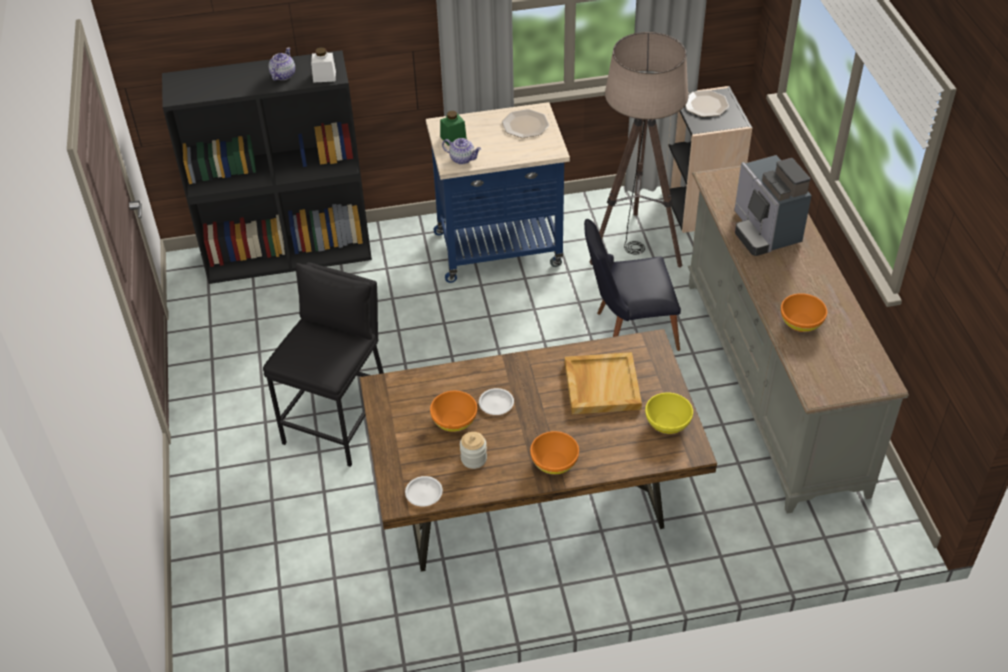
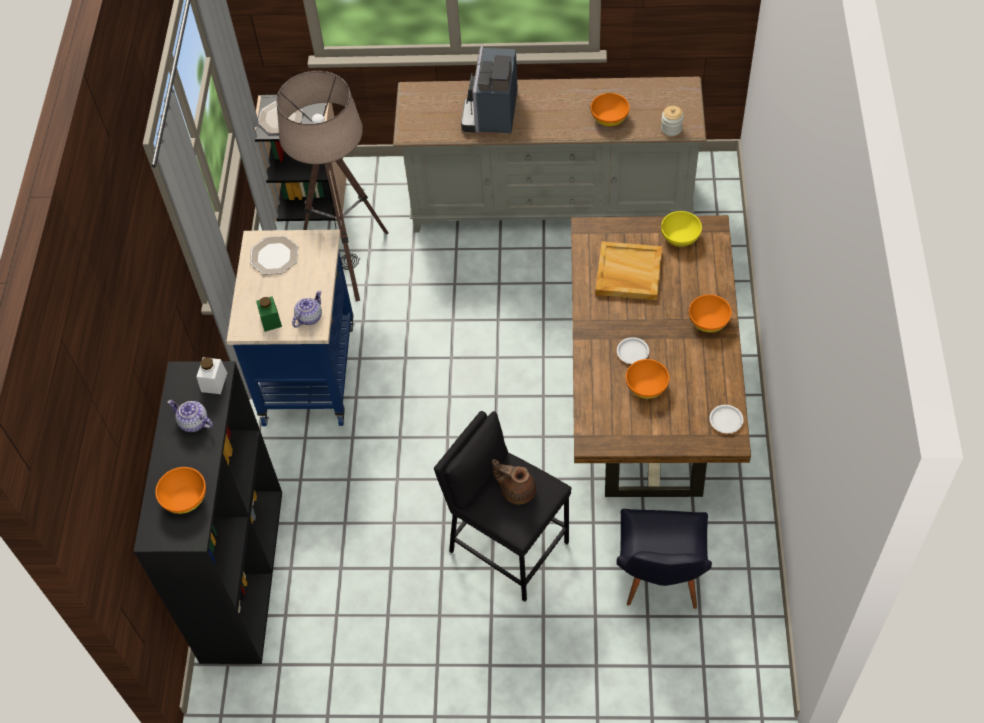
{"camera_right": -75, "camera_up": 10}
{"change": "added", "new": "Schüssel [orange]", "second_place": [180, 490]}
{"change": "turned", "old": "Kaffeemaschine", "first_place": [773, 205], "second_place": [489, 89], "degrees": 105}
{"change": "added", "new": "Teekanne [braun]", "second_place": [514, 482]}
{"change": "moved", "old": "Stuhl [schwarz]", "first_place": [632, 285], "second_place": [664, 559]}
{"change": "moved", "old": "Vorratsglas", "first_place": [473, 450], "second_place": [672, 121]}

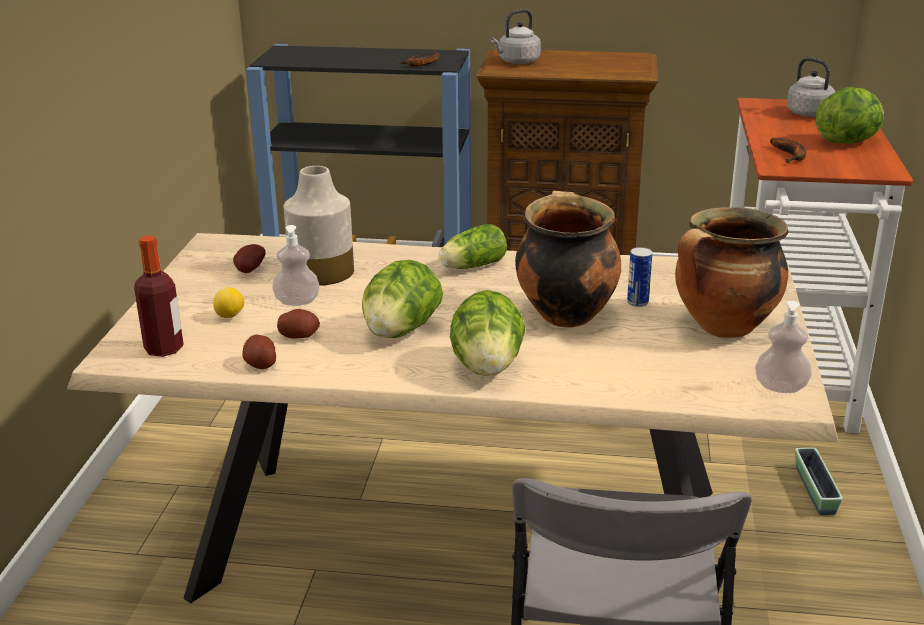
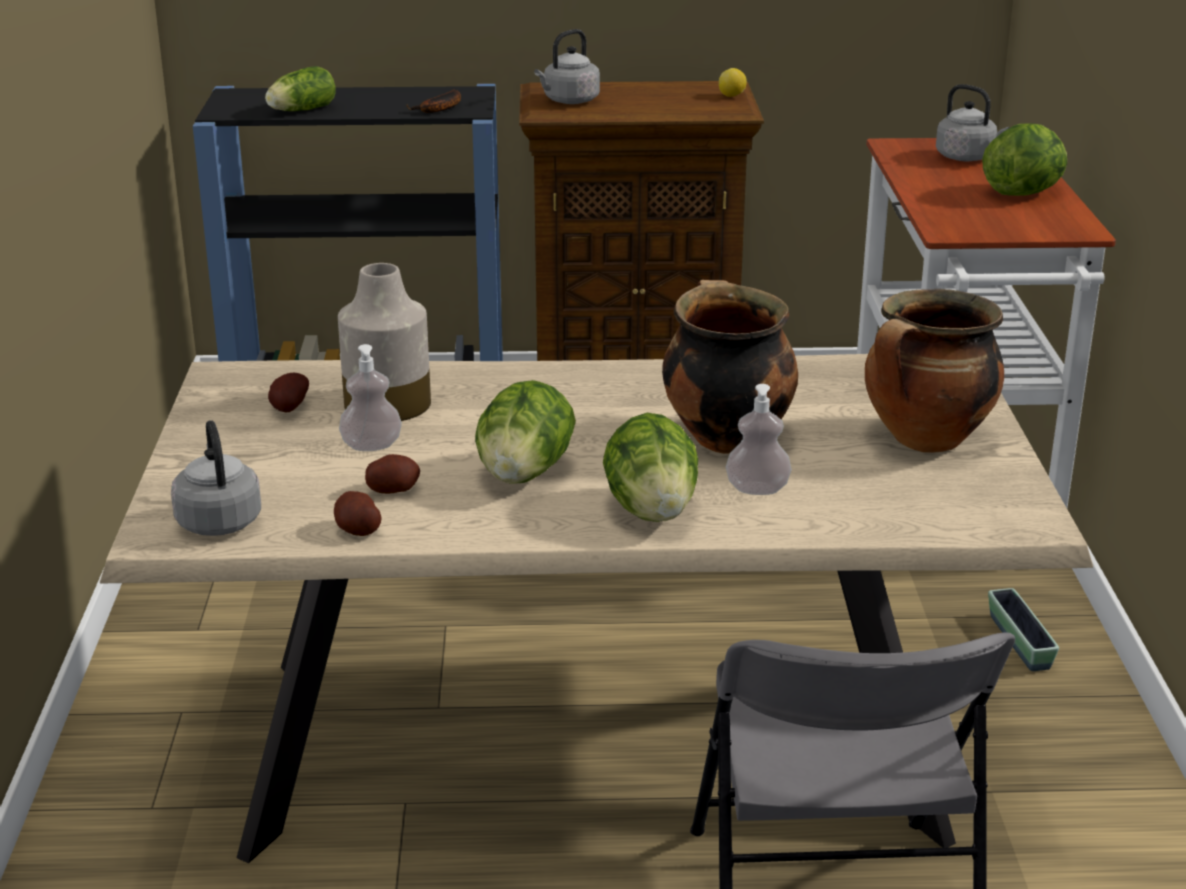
{"camera_right": -10, "camera_up": 0}
{"change": "replaced", "old": "Flasche", "new": "Wasserkessel [grau]", "first_place": [159, 296], "second_place": [216, 478]}
{"change": "moved", "old": "Salatkopf", "first_place": [473, 246], "second_place": [300, 88]}
{"change": "moved", "old": "Zitrone", "first_place": [228, 302], "second_place": [733, 82]}
{"change": "moved", "old": "Seifenspender", "first_place": [783, 347], "second_place": [759, 439]}
{"change": "removed", "old": "Dose", "first_place": [640, 277]}
{"change": "removed", "old": "Banane", "first_place": [788, 150]}

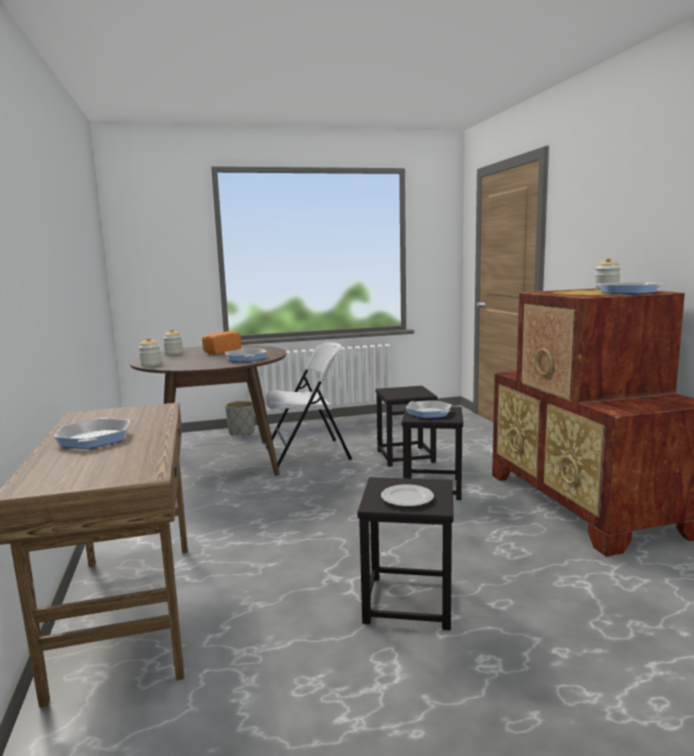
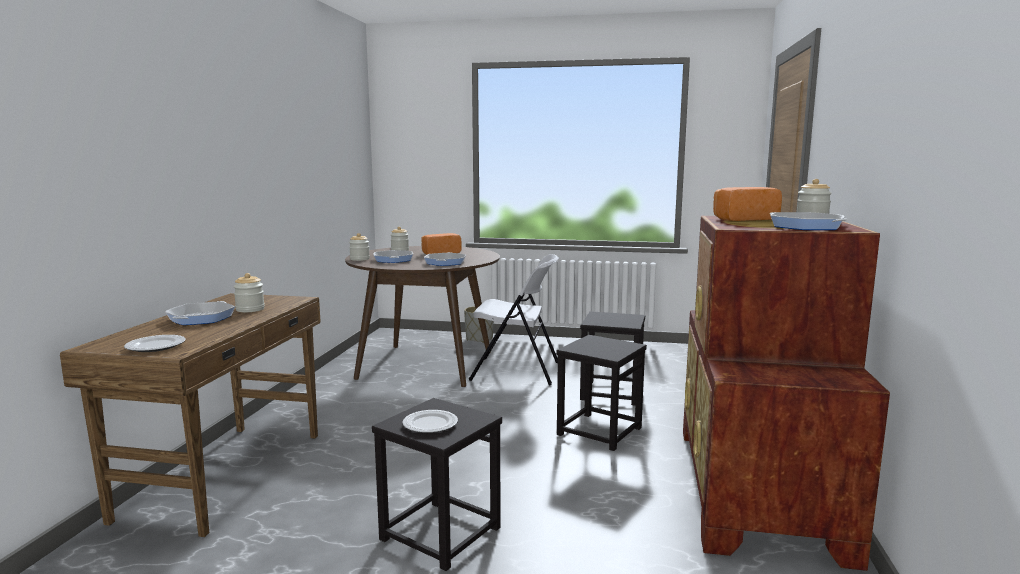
{"camera_right": 25, "camera_up": 0}
{"change": "added", "new": "Teller", "second_place": [155, 343]}
{"change": "added", "new": "Vorratsglas", "second_place": [249, 292]}
{"change": "moved", "old": "Pfanne", "first_place": [429, 409], "second_place": [393, 256]}
{"change": "added", "new": "Brot", "second_place": [747, 204]}

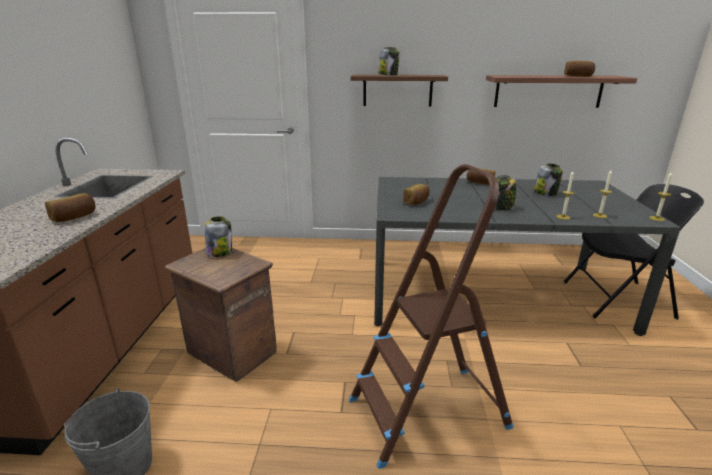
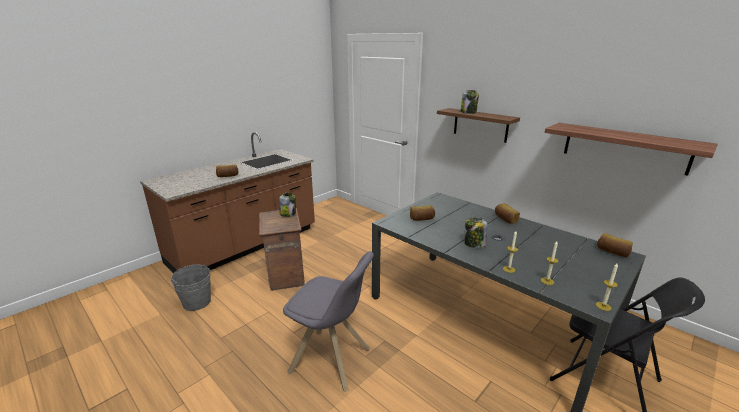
{"camera_right": 40, "camera_up": 0}
{"change": "replaced", "old": "Trittleiter [braun]", "new": "Stuhl [grau]", "first_place": [431, 316], "second_place": [328, 321]}
{"change": "moved", "old": "Brot", "first_place": [579, 69], "second_place": [615, 245]}
{"change": "removed", "old": "Vorratsglas", "first_place": [548, 179]}

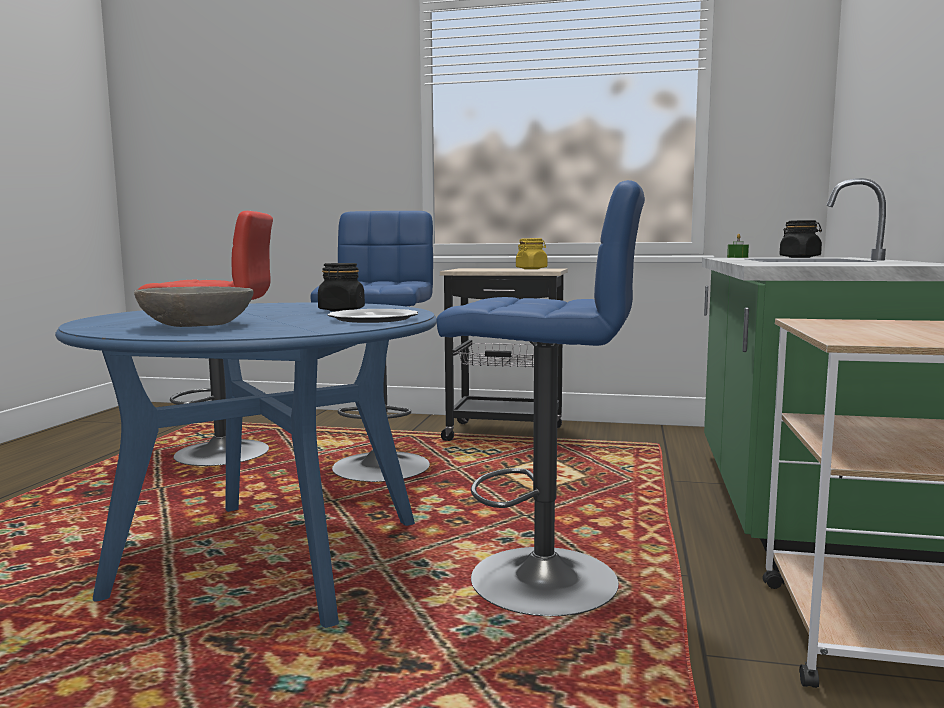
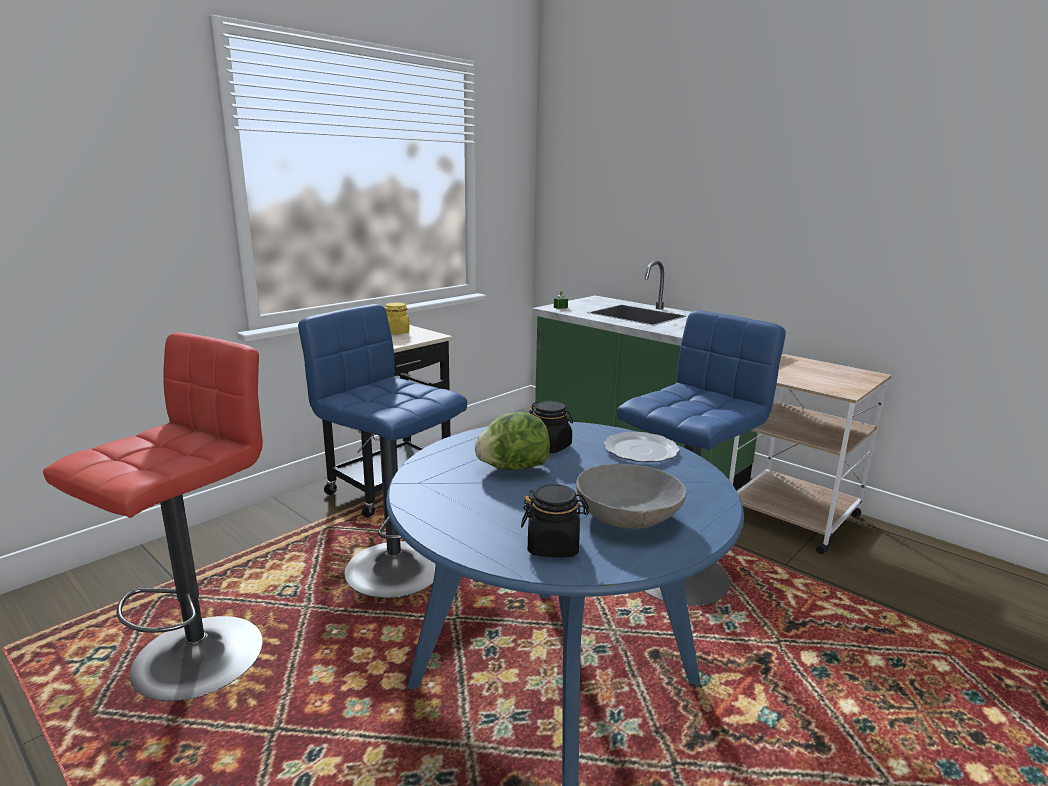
{"camera_right": -60, "camera_up": 10}
{"change": "added", "new": "Salatkopf", "second_place": [512, 441]}
{"change": "moved", "old": "Vorratsglas [schwarz]", "first_place": [801, 239], "second_place": [555, 520]}

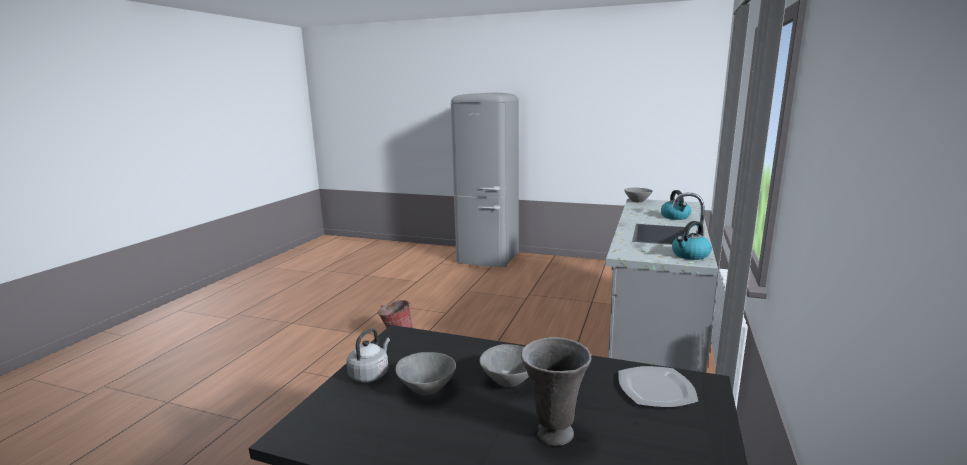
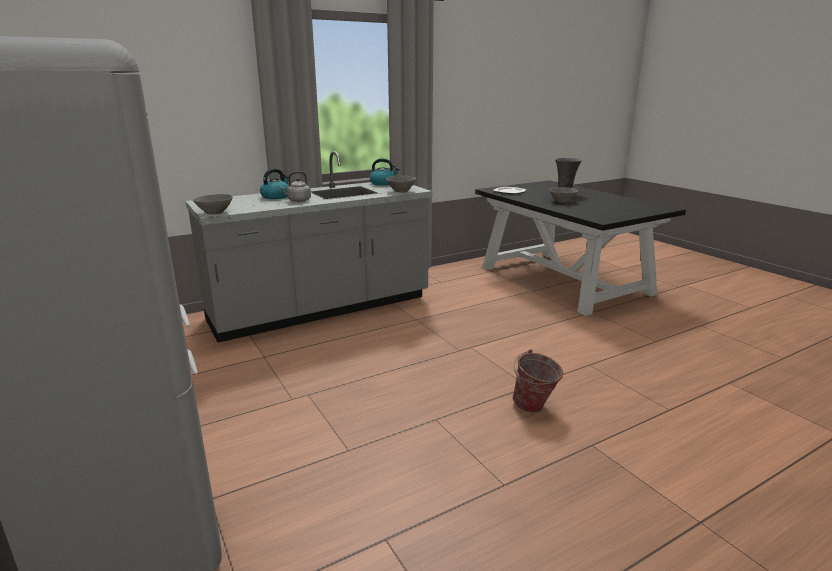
{"camera_right": -140, "camera_up": 5}
{"change": "moved", "old": "Wasserkessel [grau]", "first_place": [368, 355], "second_place": [295, 186]}
{"change": "moved", "old": "Schüssel [grau]", "first_place": [425, 374], "second_place": [401, 184]}

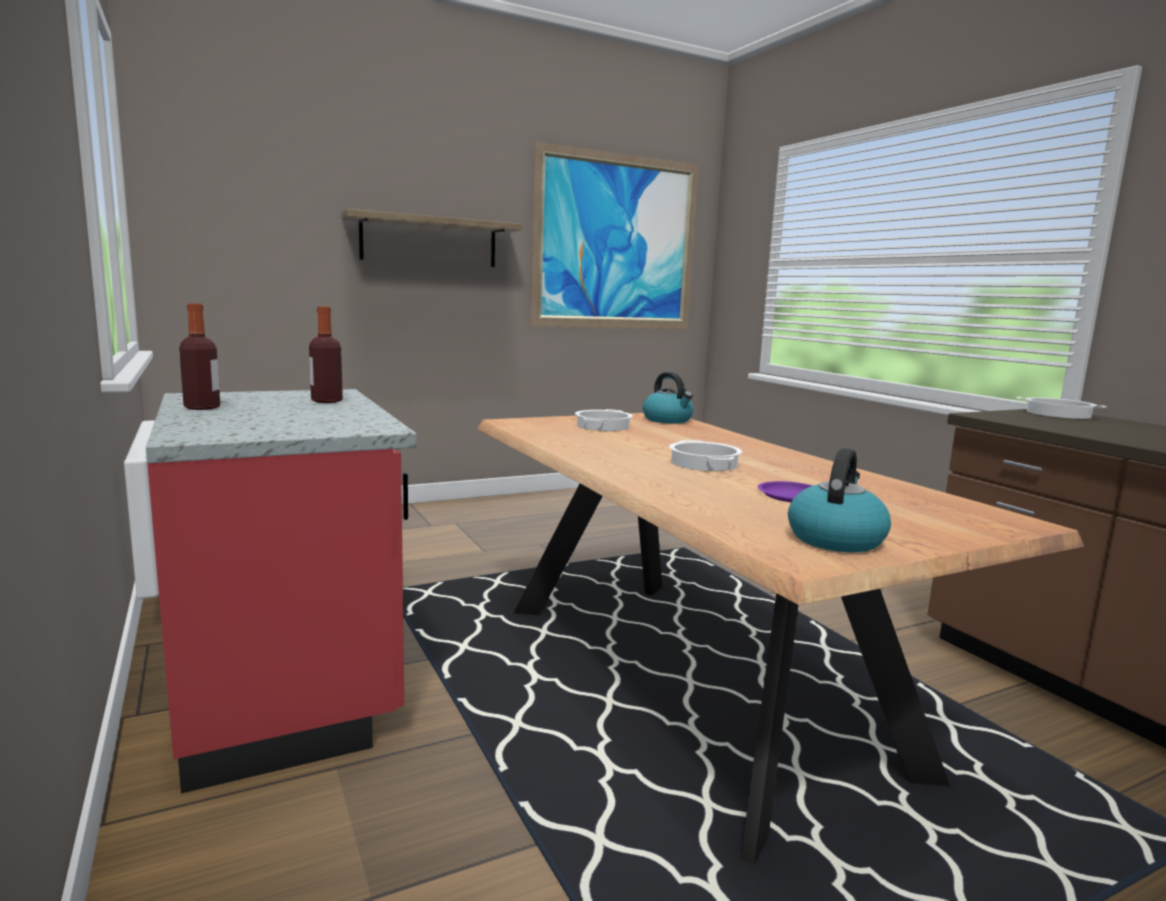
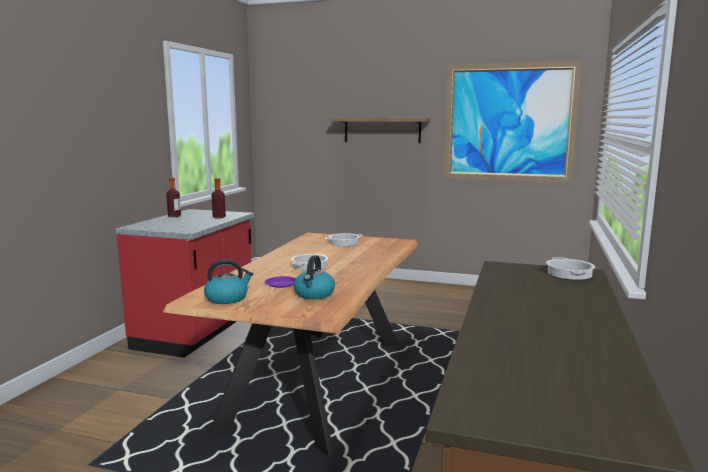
{"camera_right": 45, "camera_up": 0}
{"change": "moved", "old": "Wasserkessel", "first_place": [668, 398], "second_place": [314, 277]}

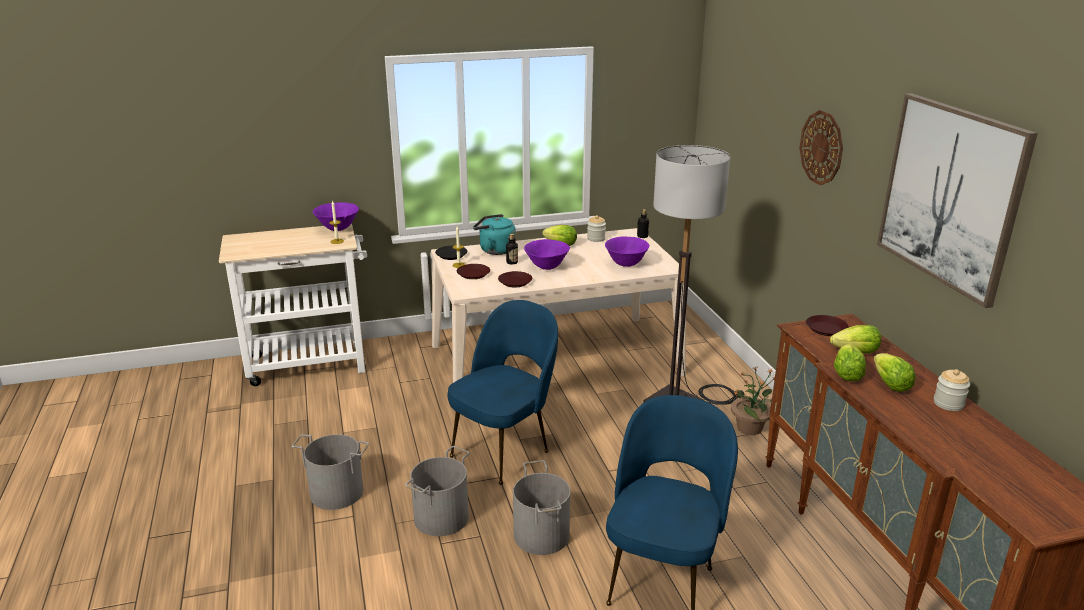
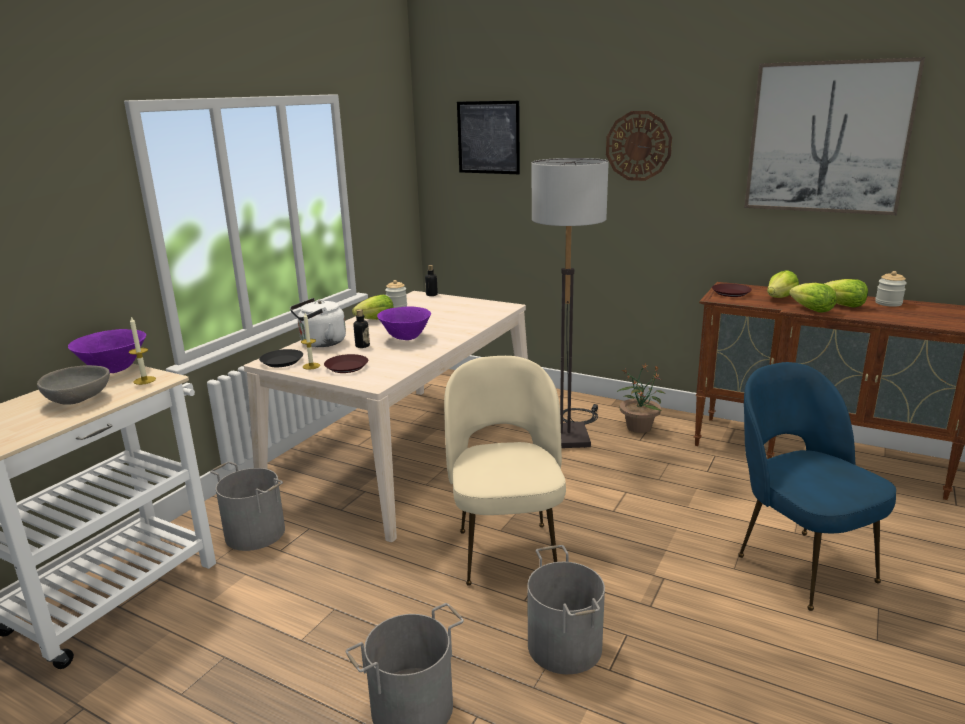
{"camera_right": -45, "camera_up": -5}
{"change": "added", "new": "Schüssel [grau]", "second_place": [73, 385]}
{"change": "moved", "old": "Eimer [grau]", "first_place": [541, 507], "second_place": [247, 506]}
{"change": "recoloured", "old": "Wasserkessel [türkis]", "new": "Wasserkessel [weiß]", "first_place": [494, 234], "second_place": [318, 322]}
{"change": "recoloured", "old": "Stuhl [blau]", "new": "Stuhl [beige]", "first_place": [502, 392], "second_place": [505, 471]}
{"change": "added", "new": "Bild", "second_place": [488, 137]}
{"change": "removed", "old": "Teller [braun]", "first_place": [515, 279]}
{"change": "removed", "old": "Schüssel [lila]", "first_place": [627, 252]}

